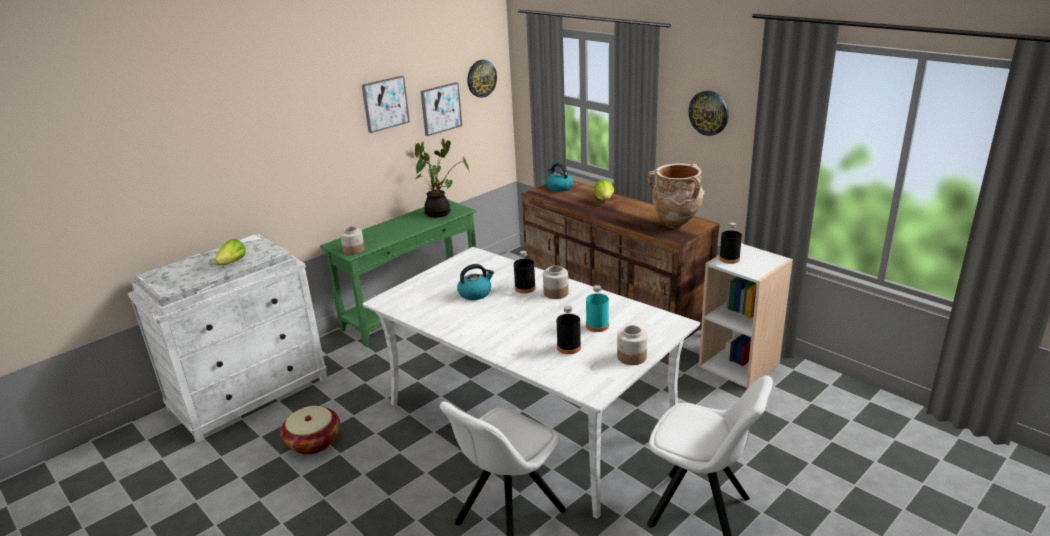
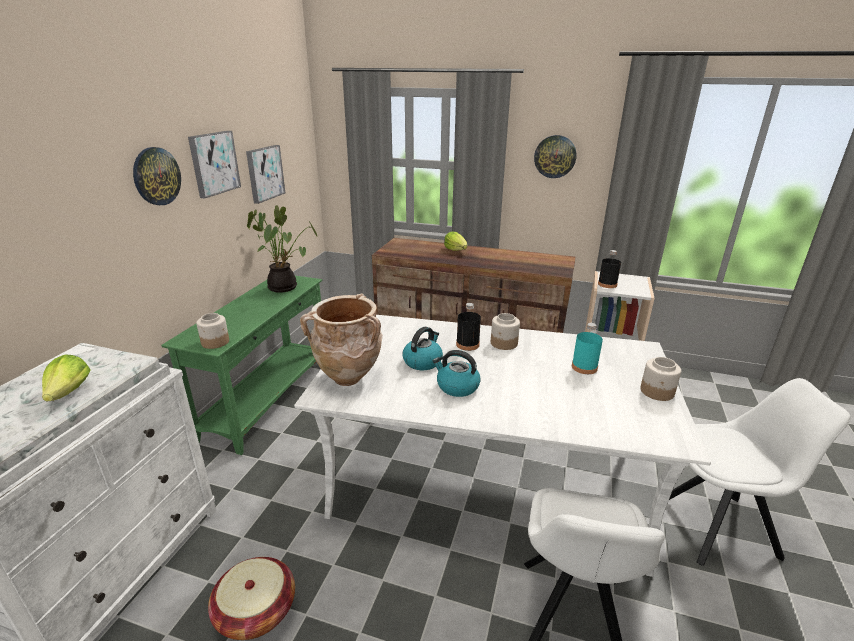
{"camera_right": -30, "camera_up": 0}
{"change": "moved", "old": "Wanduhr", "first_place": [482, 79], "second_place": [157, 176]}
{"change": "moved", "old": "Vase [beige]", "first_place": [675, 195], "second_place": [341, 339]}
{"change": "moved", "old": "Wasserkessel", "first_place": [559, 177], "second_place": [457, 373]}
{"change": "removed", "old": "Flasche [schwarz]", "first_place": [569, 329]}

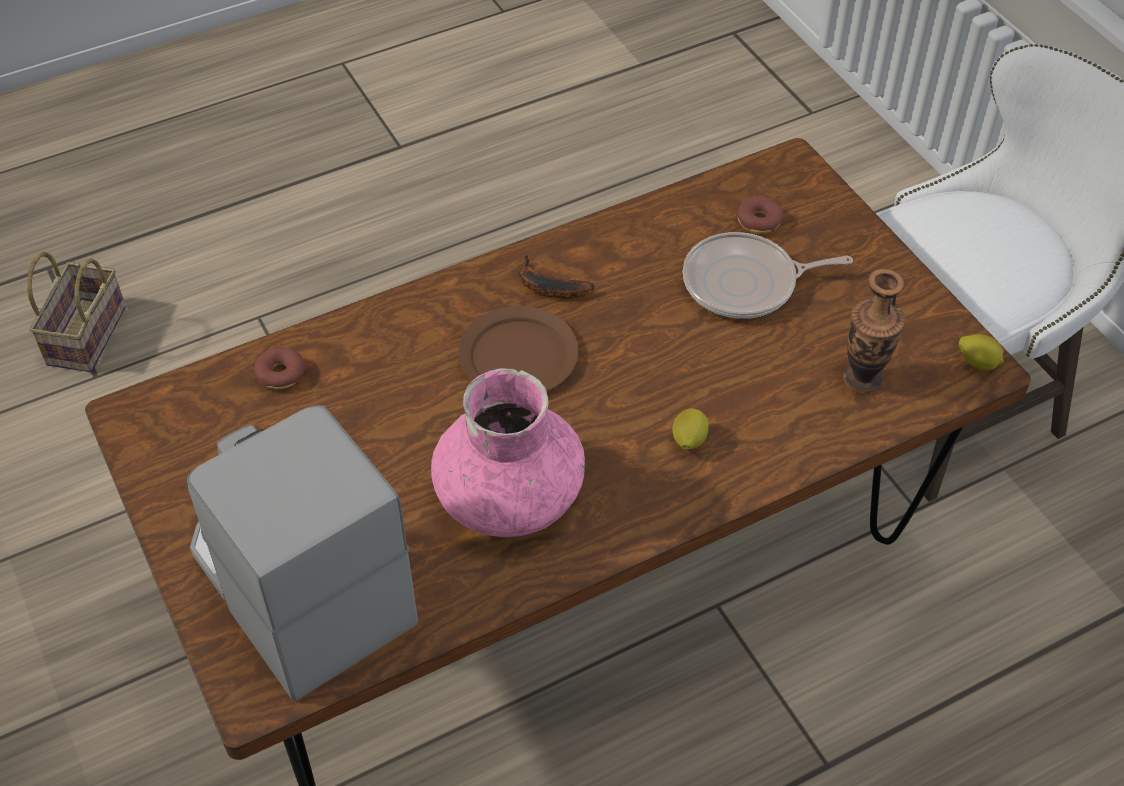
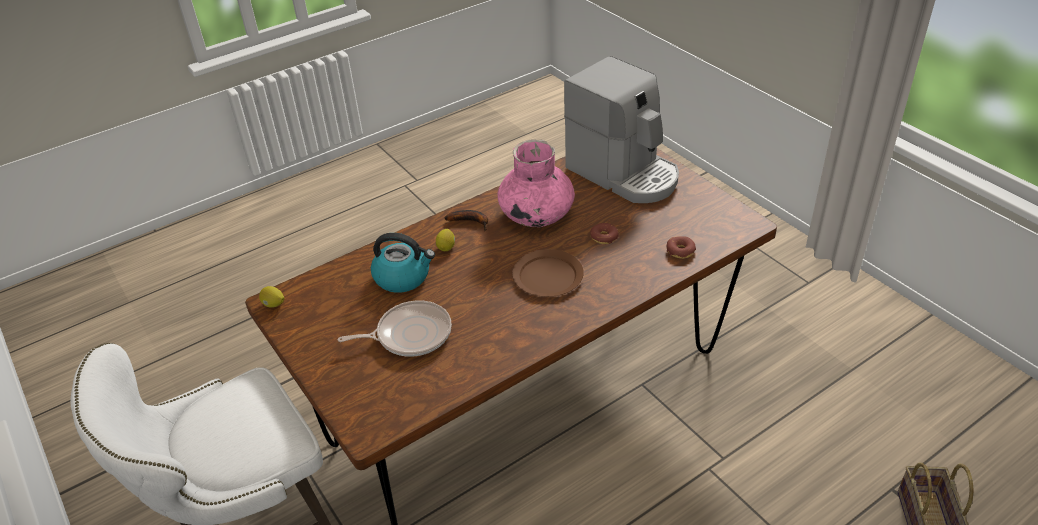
{"camera_right": 175, "camera_up": -10}
{"change": "added", "new": "Wasserkessel", "second_place": [403, 263]}
{"change": "moved", "old": "Banane", "first_place": [557, 277], "second_place": [466, 220]}
{"change": "moved", "old": "Donut", "first_place": [759, 215], "second_place": [604, 233]}
{"change": "removed", "old": "Vase", "first_place": [874, 331]}

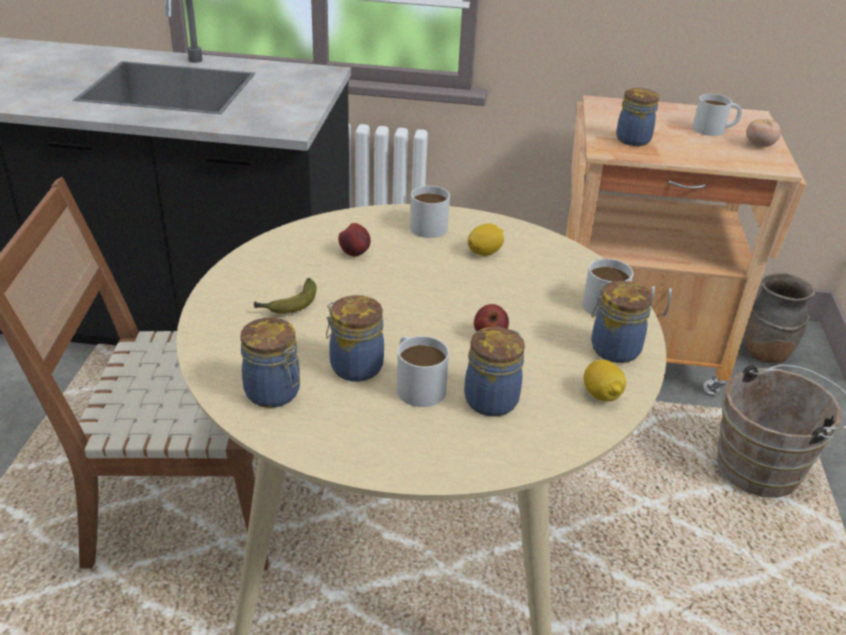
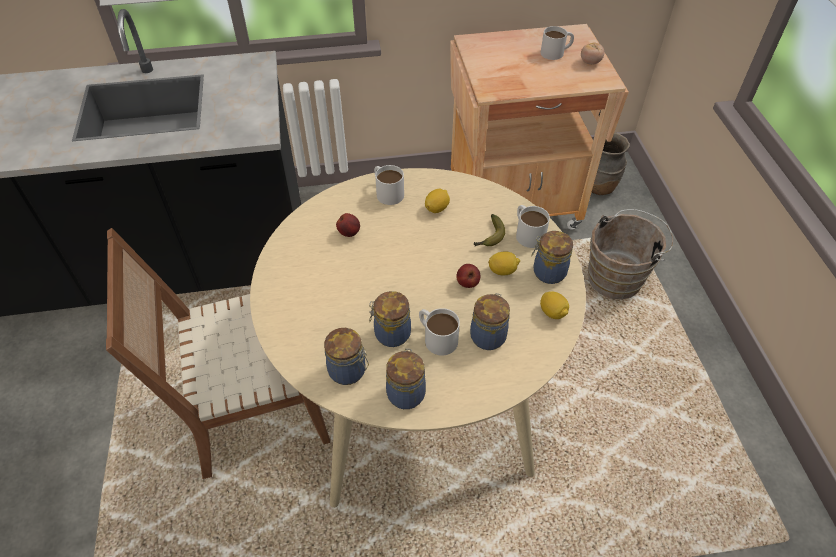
{"camera_right": -15, "camera_up": 15}
{"change": "moved", "old": "Vorratsglas", "first_place": [637, 117], "second_place": [406, 379]}
{"change": "moved", "old": "Banane", "first_place": [285, 296], "second_place": [489, 230]}
{"change": "added", "new": "Zitrone", "second_place": [504, 264]}

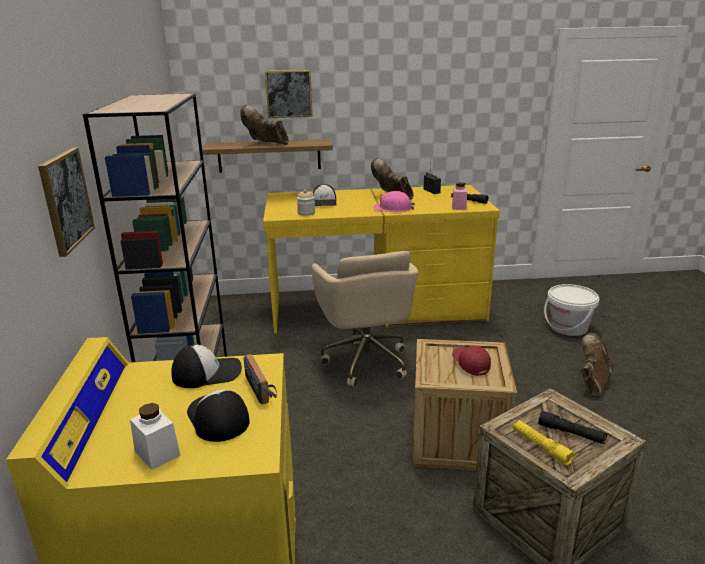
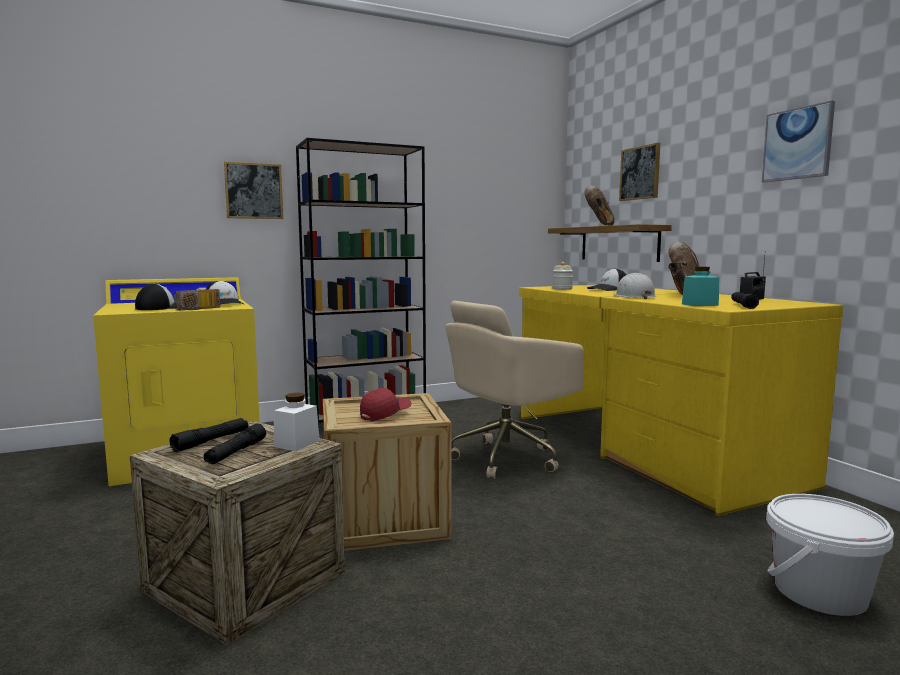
{"camera_right": 70, "camera_up": -15}
{"change": "recoloured", "old": "Taschenlampe [gelb]", "new": "Taschenlampe [schwarz]", "first_place": [543, 442], "second_place": [209, 435]}
{"change": "moved", "old": "Vorratsglas [weiß]", "first_place": [155, 436], "second_place": [297, 422]}
{"change": "recoloured", "old": "Schutzhelm [rosa]", "new": "Schutzhelm [weiß]", "first_place": [394, 201], "second_place": [634, 286]}
{"change": "recoloured", "old": "Vorratsglas [rosa]", "new": "Vorratsglas [türkis]", "first_place": [459, 196], "second_place": [700, 286]}
{"change": "added", "new": "Bild", "second_place": [798, 141]}
{"change": "removed", "old": "Stiefel [braun]", "first_place": [597, 365]}

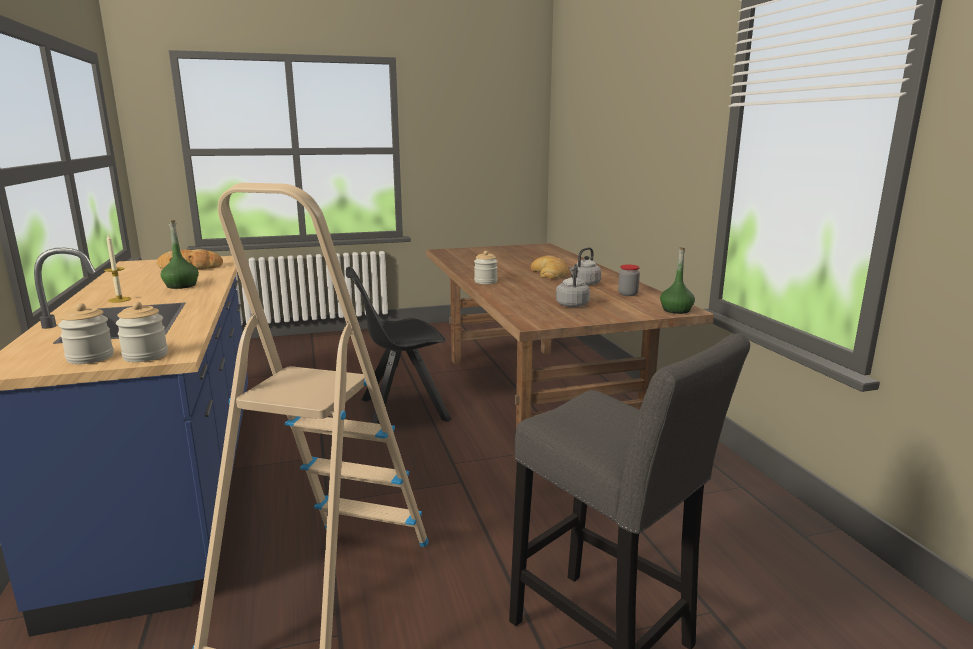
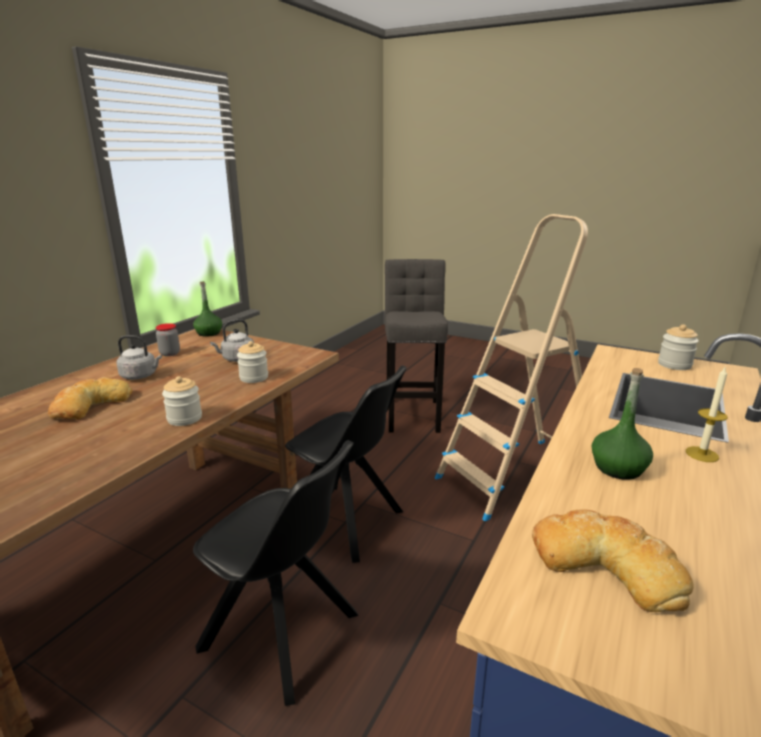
{"camera_right": -135, "camera_up": 5}
{"change": "moved", "old": "Vorratsglas", "first_place": [142, 332], "second_place": [252, 362]}
{"change": "added", "new": "Stuhl [schwarz]", "second_place": [346, 464]}

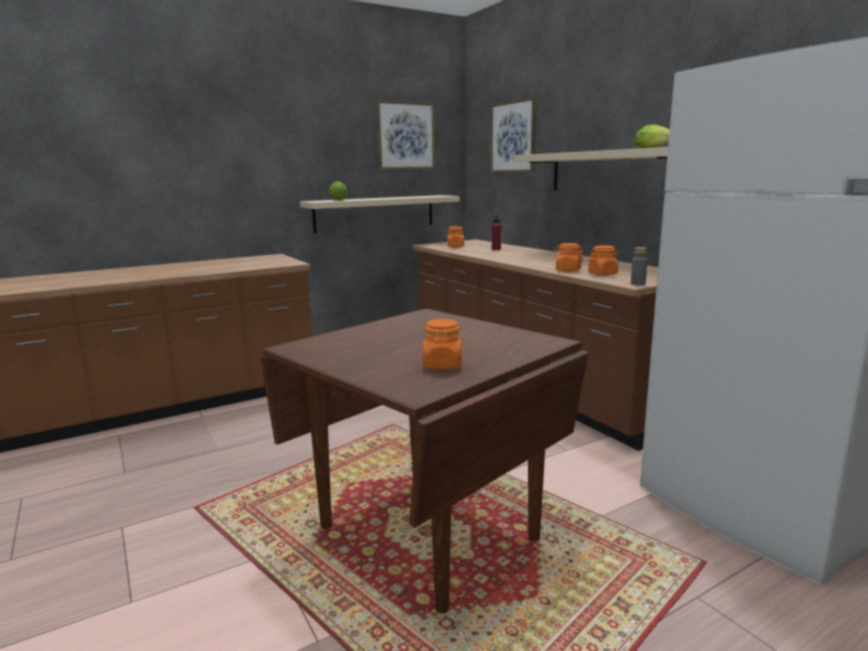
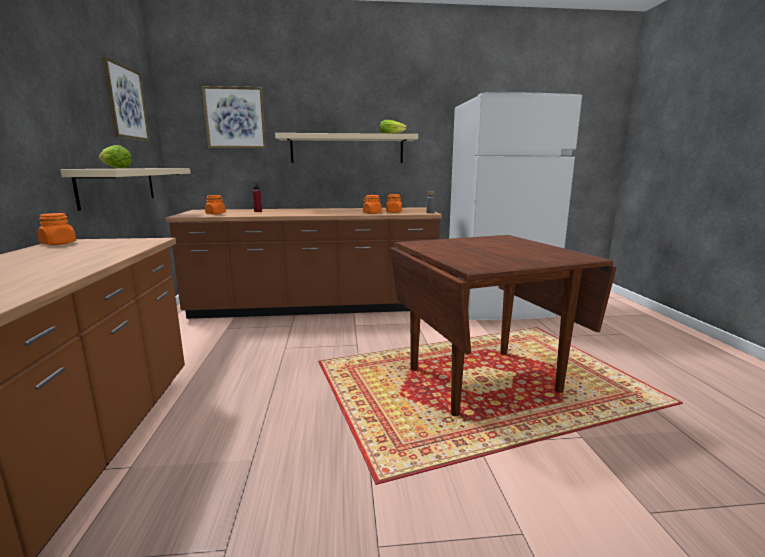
{"camera_right": -65, "camera_up": 0}
{"change": "moved", "old": "Vorratsglas [orange]", "first_place": [442, 344], "second_place": [56, 229]}

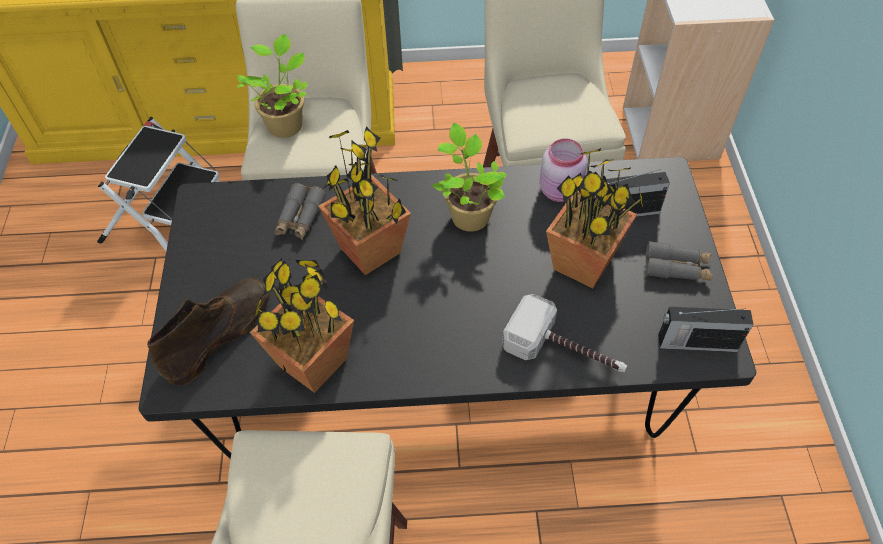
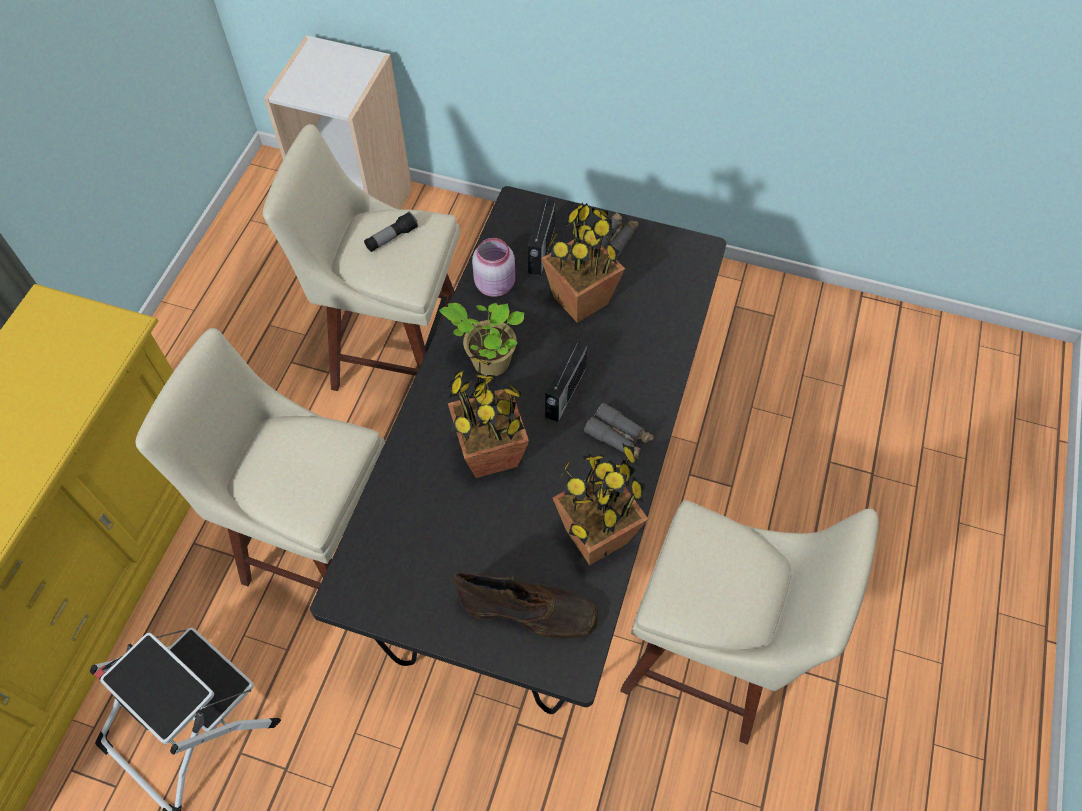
{"camera_right": -70, "camera_up": 5}
{"change": "added", "new": "Taschenlampe", "second_place": [391, 232]}
{"change": "turned", "old": "Stiefel [braun]", "first_place": [208, 331], "second_place": [526, 605], "degrees": 135}
{"change": "moved", "old": "Radio", "first_place": [706, 329], "second_place": [566, 380]}
{"change": "moved", "old": "Fernglas [grau]", "first_place": [300, 211], "second_place": [619, 430]}
{"change": "removed", "old": "Topfpflanze", "first_place": [272, 86]}
{"change": "removed", "old": "Hammer", "first_place": [564, 333]}

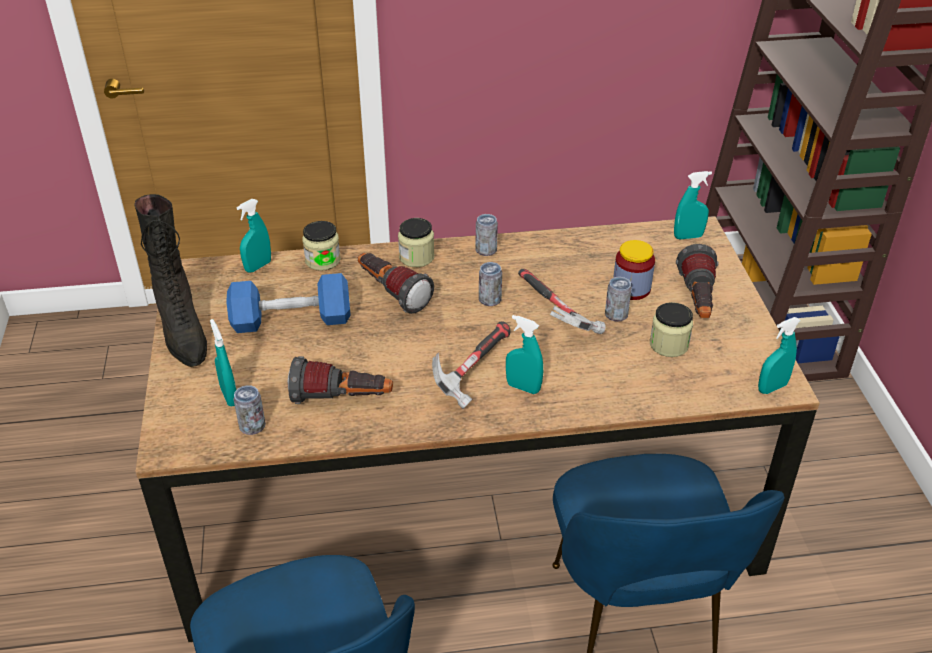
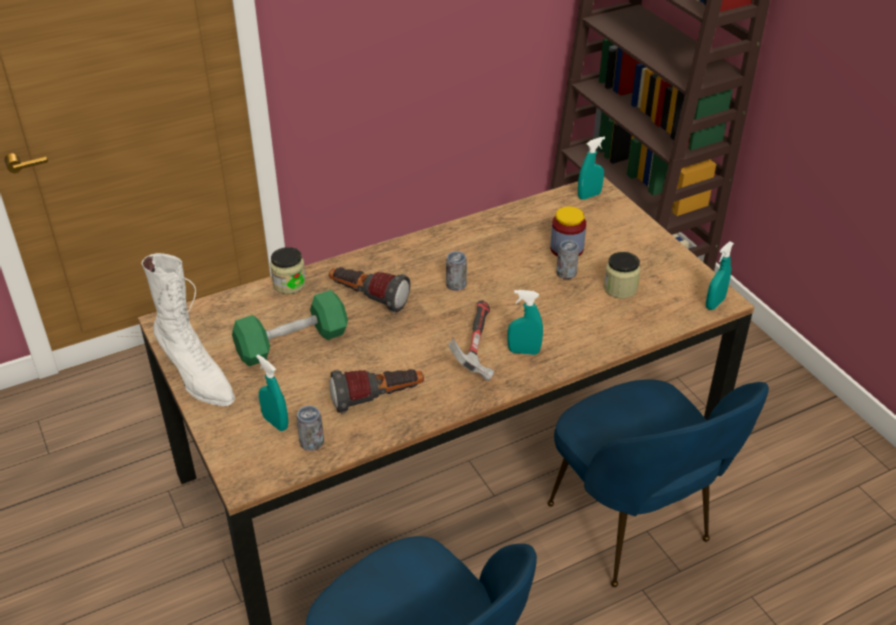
{"camera_right": -20, "camera_up": 0}
{"change": "recoloured", "old": "Stiefel [schwarz]", "new": "Stiefel [weiß]", "first_place": [170, 280], "second_place": [188, 329]}
{"change": "recoloured", "old": "Hantel [blau]", "new": "Hantel [grün]", "first_place": [288, 303], "second_place": [290, 328]}
{"change": "removed", "old": "Sprühflasche [türkis]", "first_place": [253, 236]}
{"change": "removed", "old": "Vorratsglas", "first_place": [416, 242]}
{"change": "removed", "old": "Dose", "first_place": [487, 235]}
{"change": "removed", "old": "Hammer", "first_place": [562, 301]}
{"change": "removed", "old": "Taschenlampe", "first_place": [697, 281]}

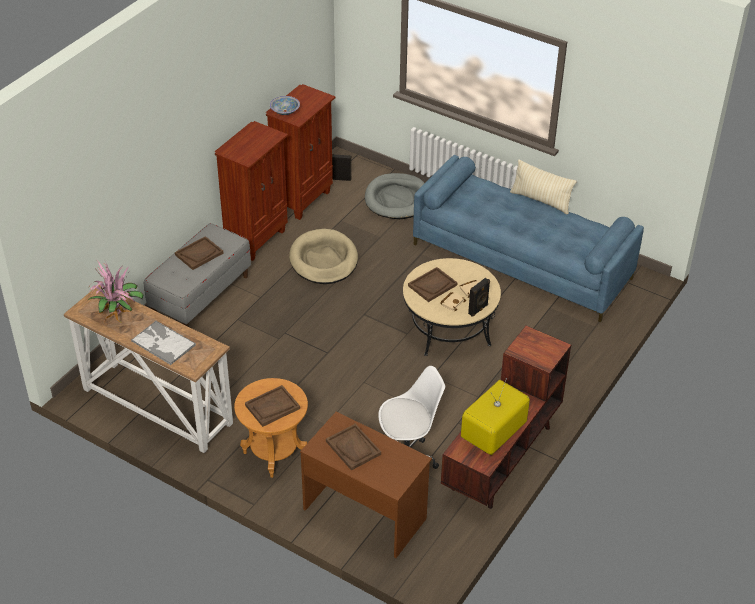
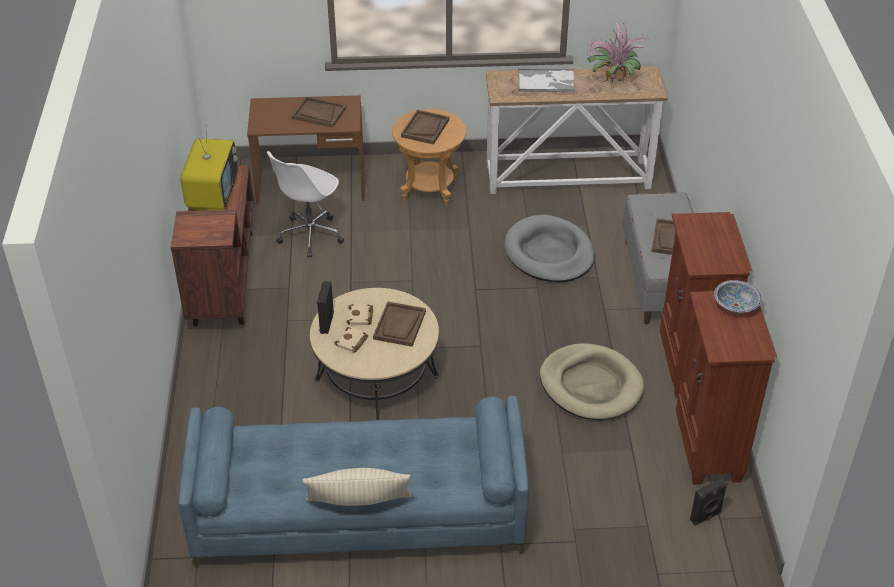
{"camera_right": 145, "camera_up": 0}
{"change": "moved", "old": "Hundebett [grau]", "first_place": [394, 196], "second_place": [549, 248]}

